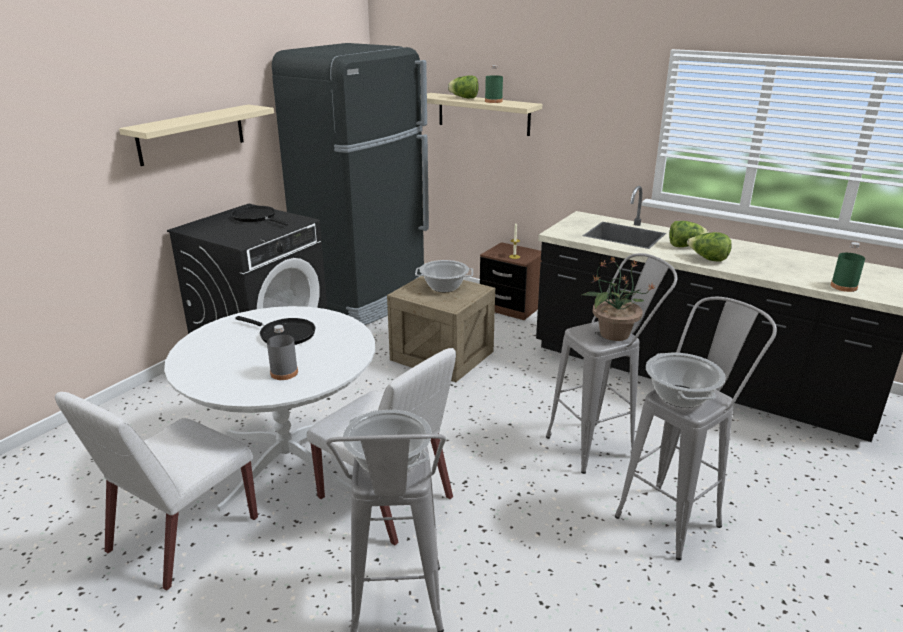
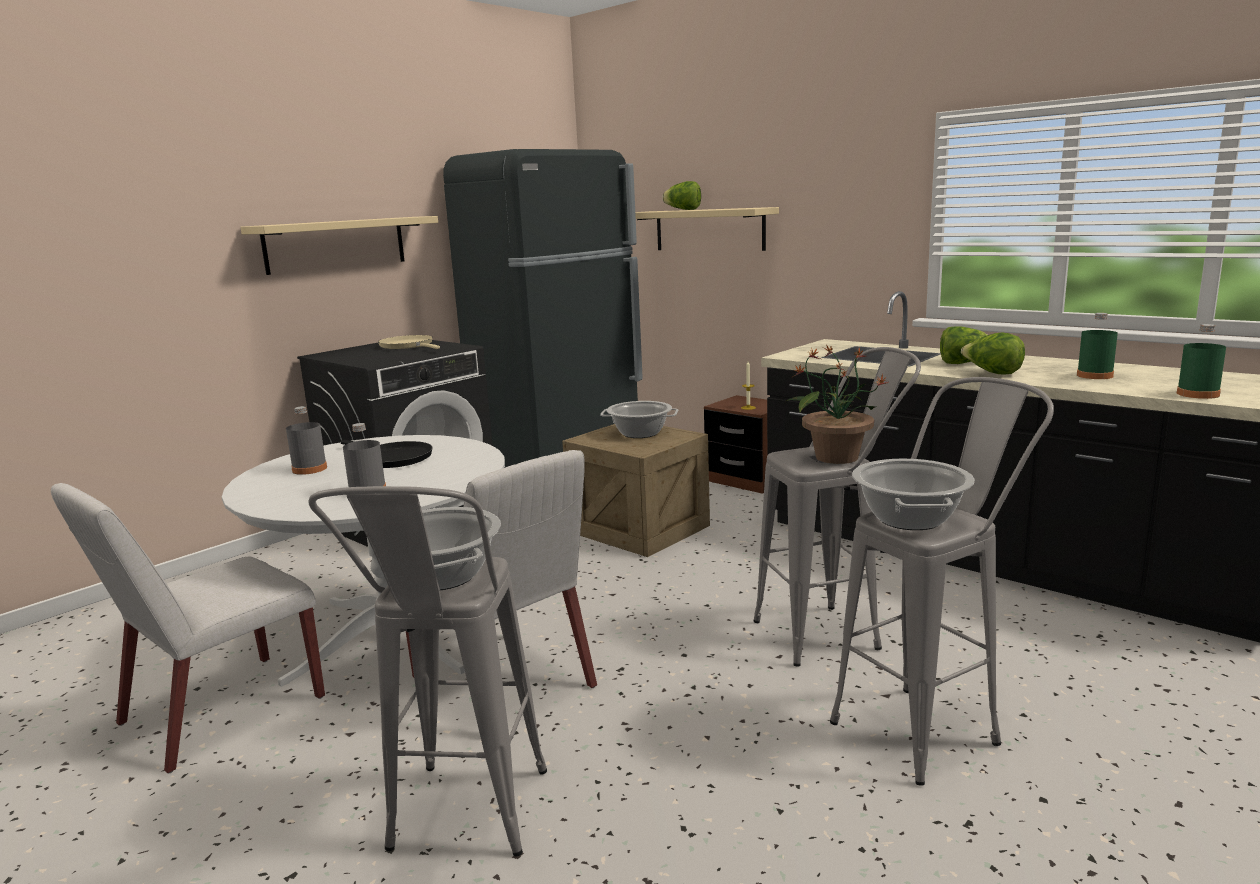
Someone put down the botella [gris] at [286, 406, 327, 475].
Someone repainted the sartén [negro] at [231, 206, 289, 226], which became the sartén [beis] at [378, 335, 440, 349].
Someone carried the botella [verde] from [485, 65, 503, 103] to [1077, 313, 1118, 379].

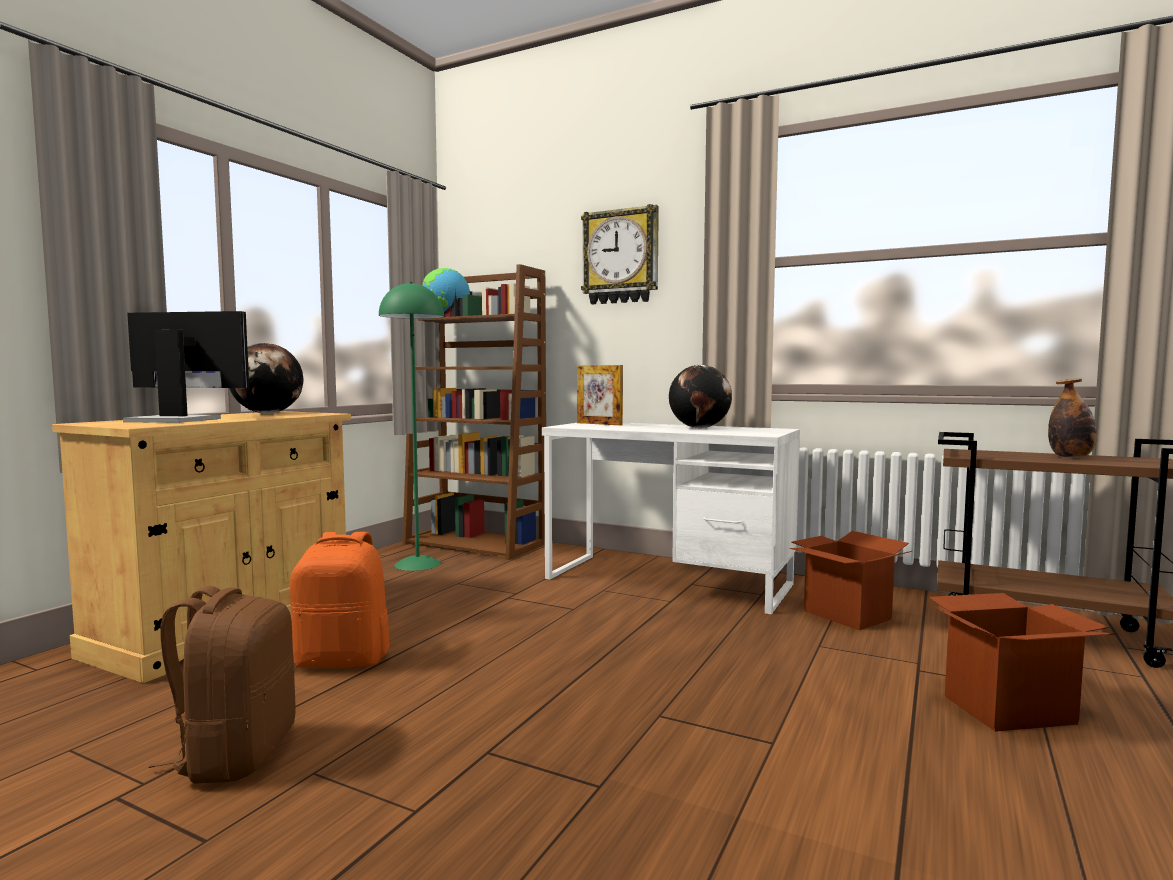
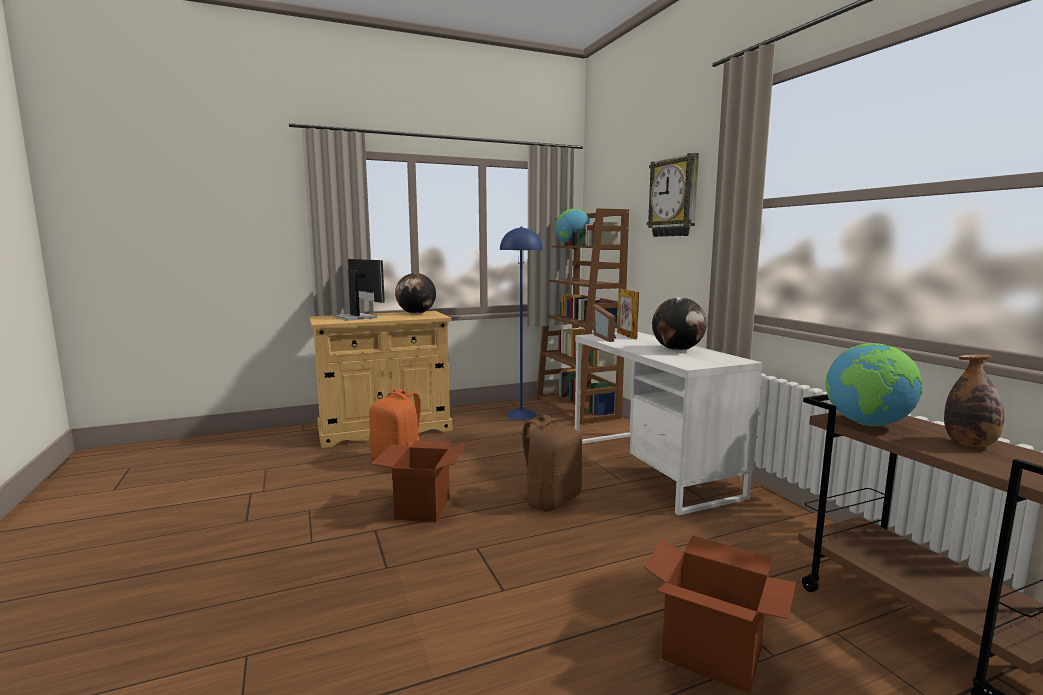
Someone carried the caja de cartón from [790, 531, 912, 630] to [371, 440, 466, 522].
Someone repainted the lámpara de pie [verde] at [379, 282, 444, 571], which became the lámpara de pie [azul] at [500, 226, 543, 420].
Someone carried the mochila [marrón] from [149, 586, 296, 783] to [515, 415, 582, 512].
Someone put down the portarretratos at [593, 305, 616, 342].
Someone put down the globo terráqueo at [825, 343, 923, 426].

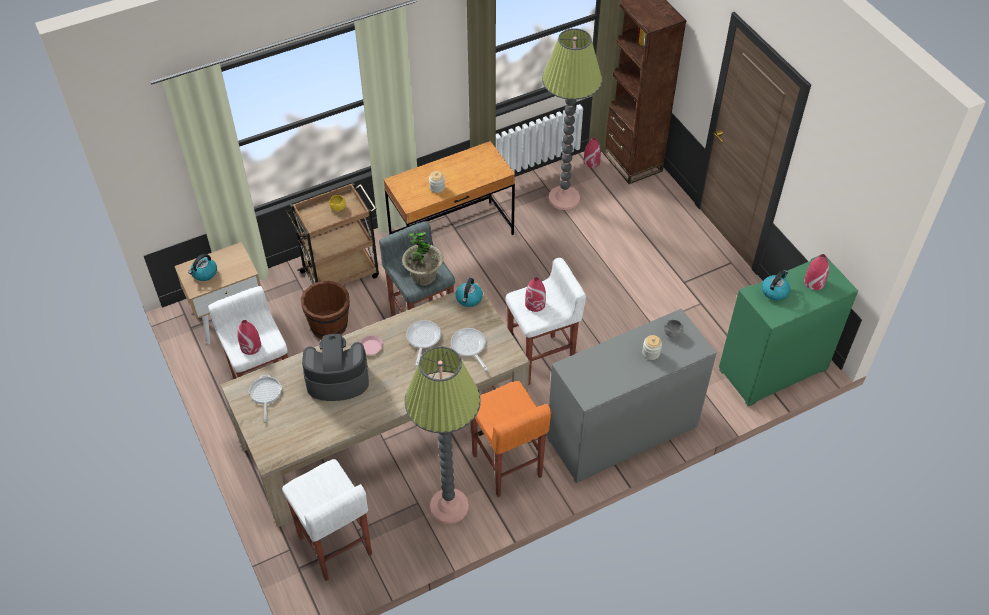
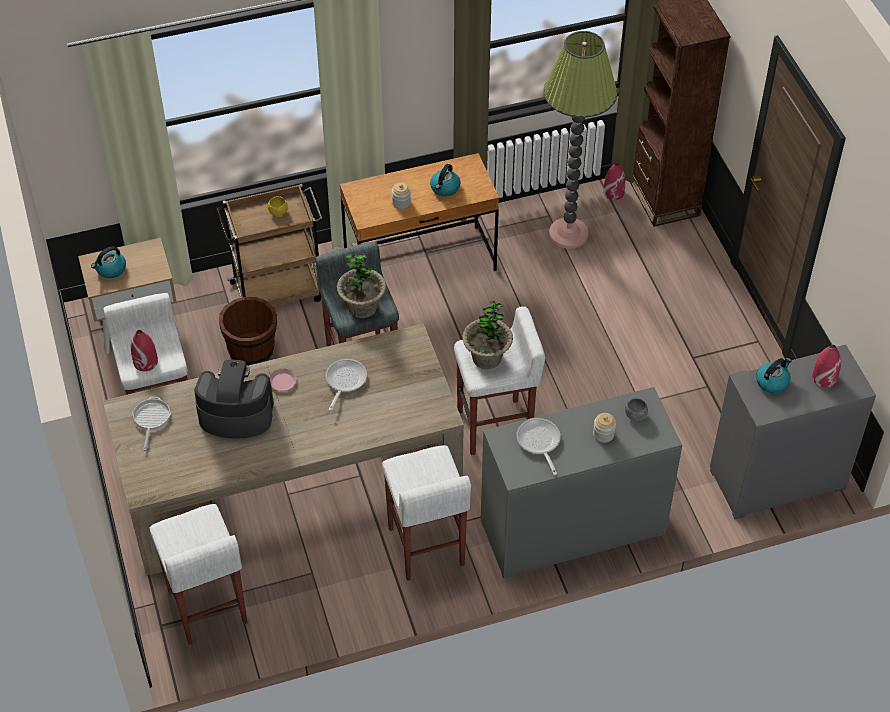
Someone repainted the taburete [naranja] at [471, 381, 551, 497], which became the taburete [blanco] at [382, 445, 471, 581].
Someone carried the hervidor from [456, 278, 483, 307] to [430, 164, 461, 196].
Someone swapped the florero [rojo] at [525, 277, 546, 312] for the planta en maceta at [462, 301, 513, 369].
Someone carried the sartén from [451, 328, 488, 371] to [517, 418, 561, 475].
Someone repainted the armario [verde] at [719, 255, 858, 407], which became the armario [gris] at [710, 345, 876, 519].
Someone took away the lámpara de pie at [405, 346, 481, 524].

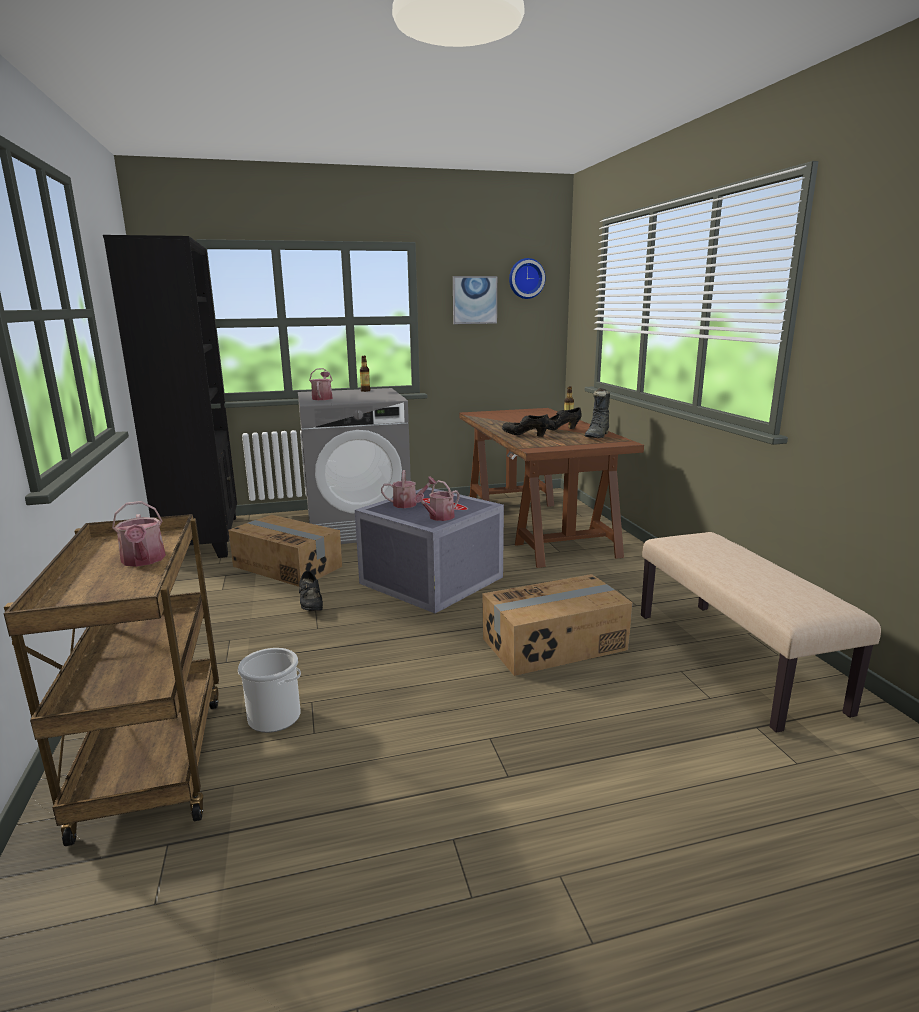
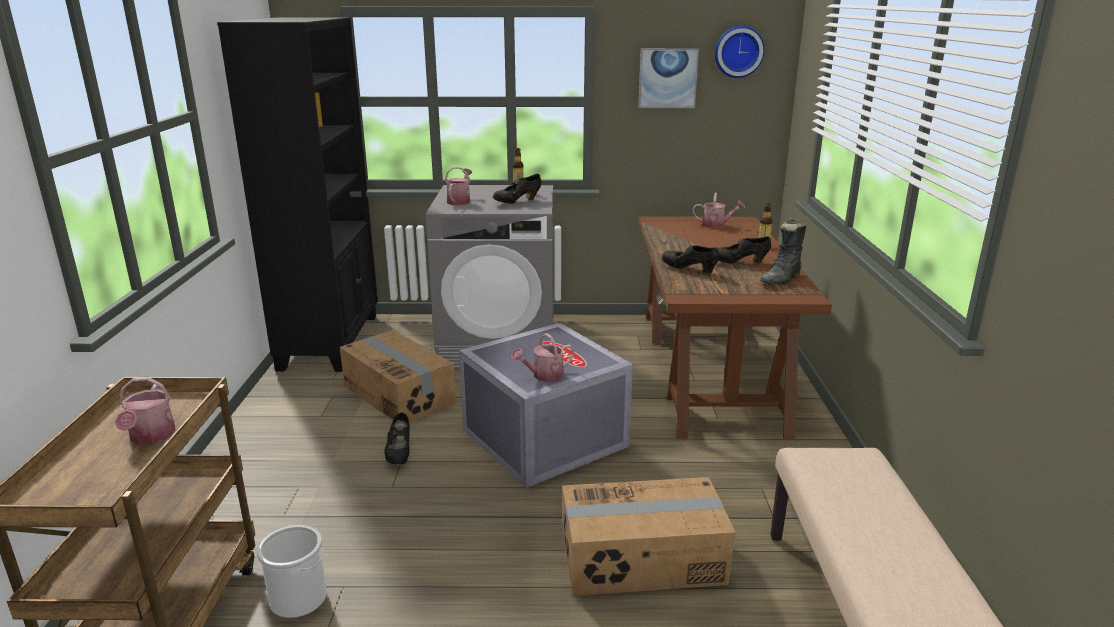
Someone put down the zapato [negro] at [493, 174, 541, 204].
Someone carried the regadera from [381, 470, 436, 508] to [693, 193, 745, 228].

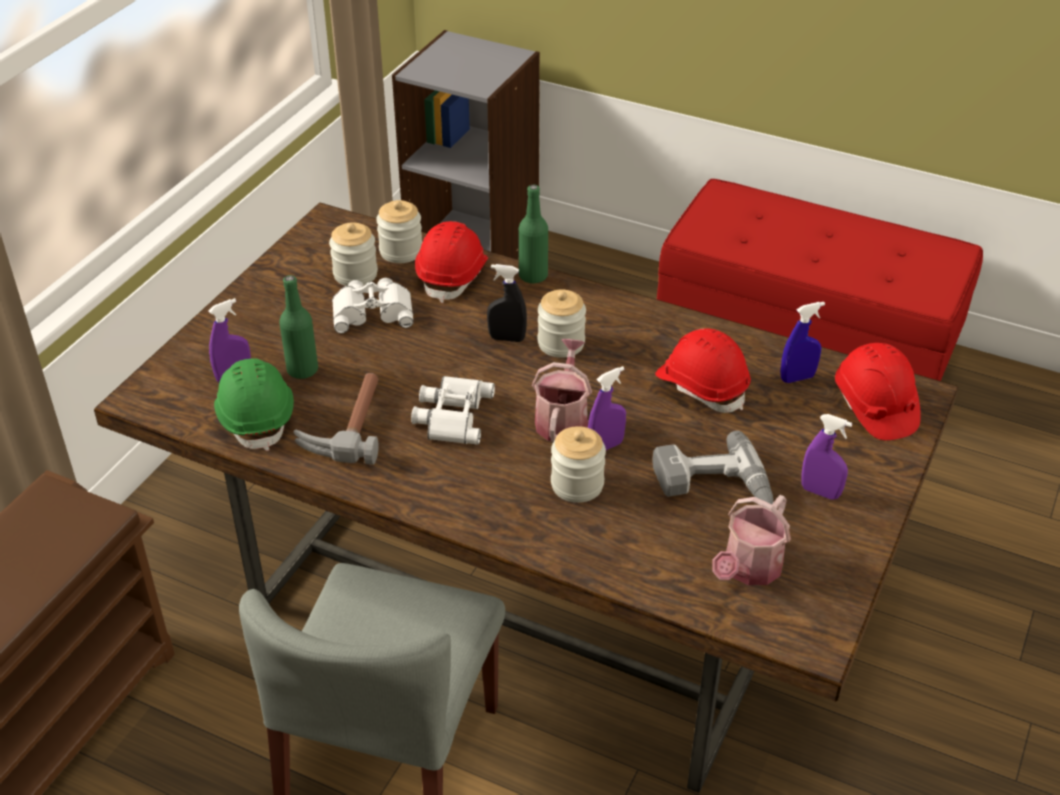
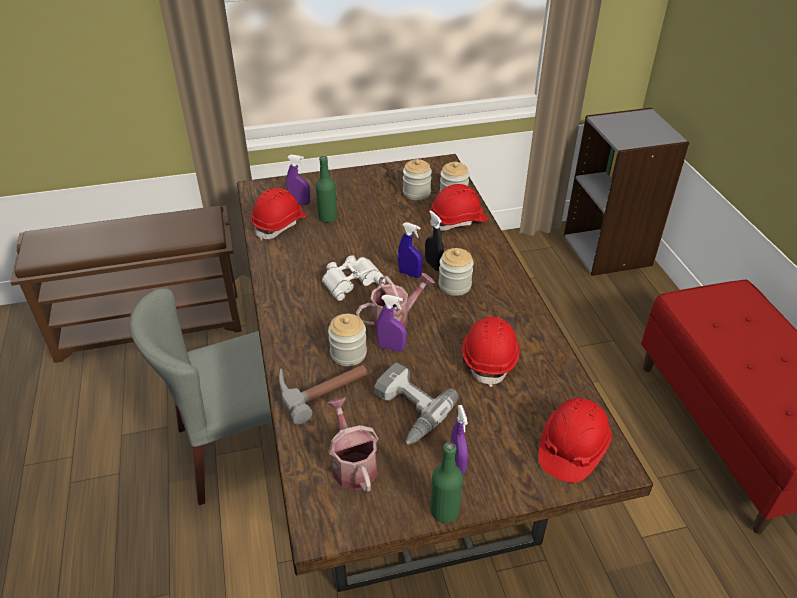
Someone repainted the casco [verde] at [214, 358, 294, 451], which became the casco [rojo] at [251, 188, 308, 241].
Someone carried the martillo from [293, 373, 379, 465] to [279, 365, 367, 425].
Someone rotated the regadera at [712, 495, 791, 585] by 75 degrees clockwise.
Someone carried the pulverizador [azul] from [780, 302, 825, 383] to [398, 222, 423, 278].
Someone carried the botella [verde] from [519, 185, 548, 284] to [430, 442, 463, 523].
Someone took away the prismáticos [blanco] at [332, 278, 414, 333].

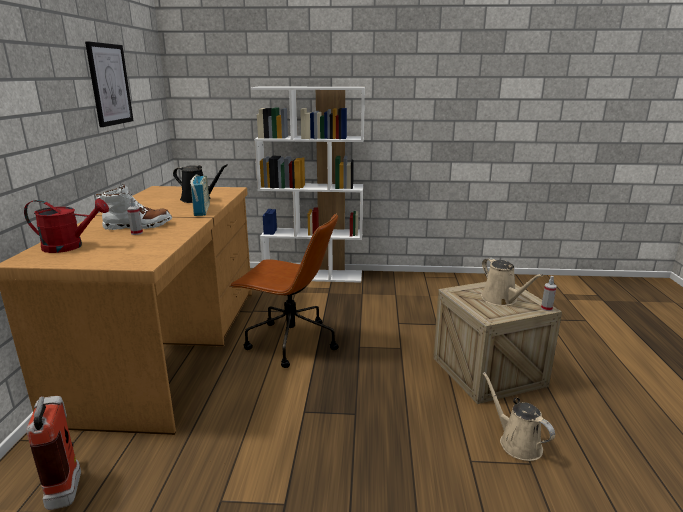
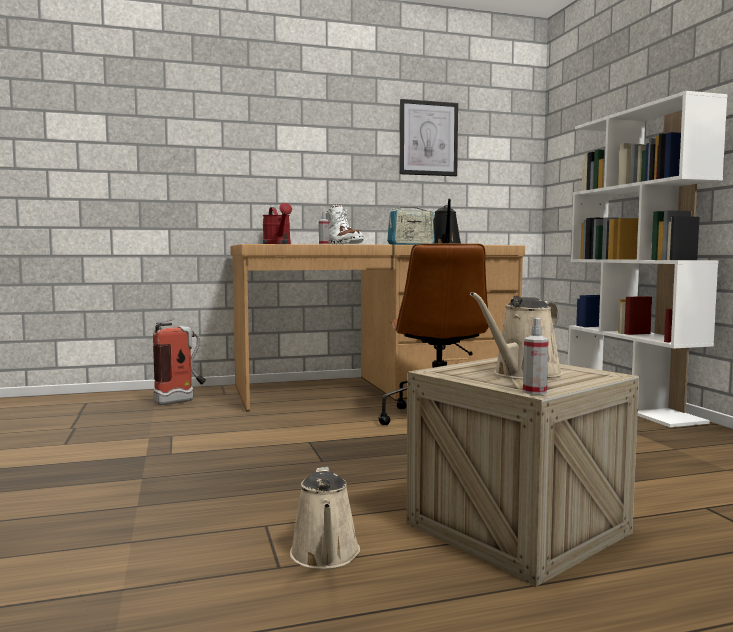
Someone rotated the regadera [beis] at [483, 372, 555, 461] by 135 degrees clockwise.

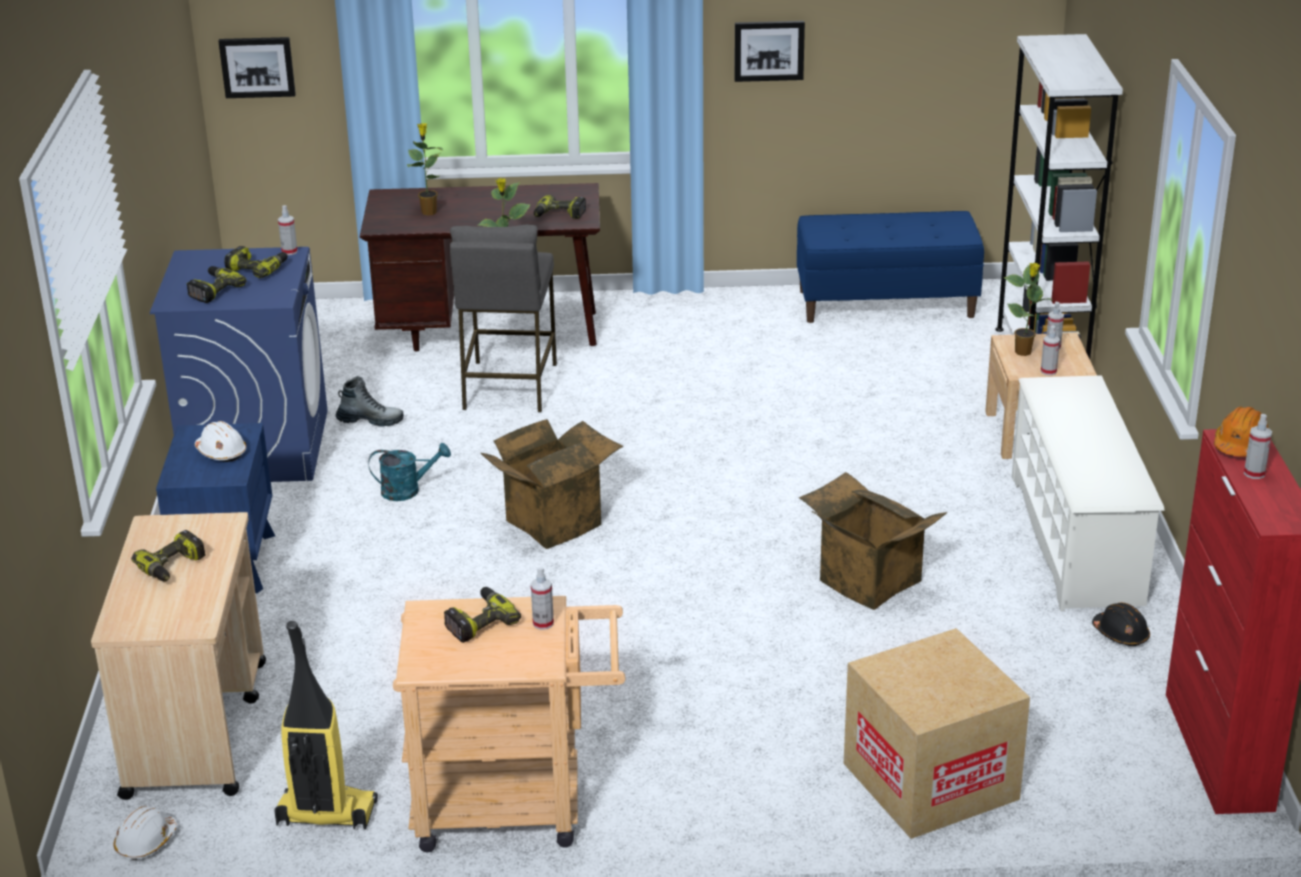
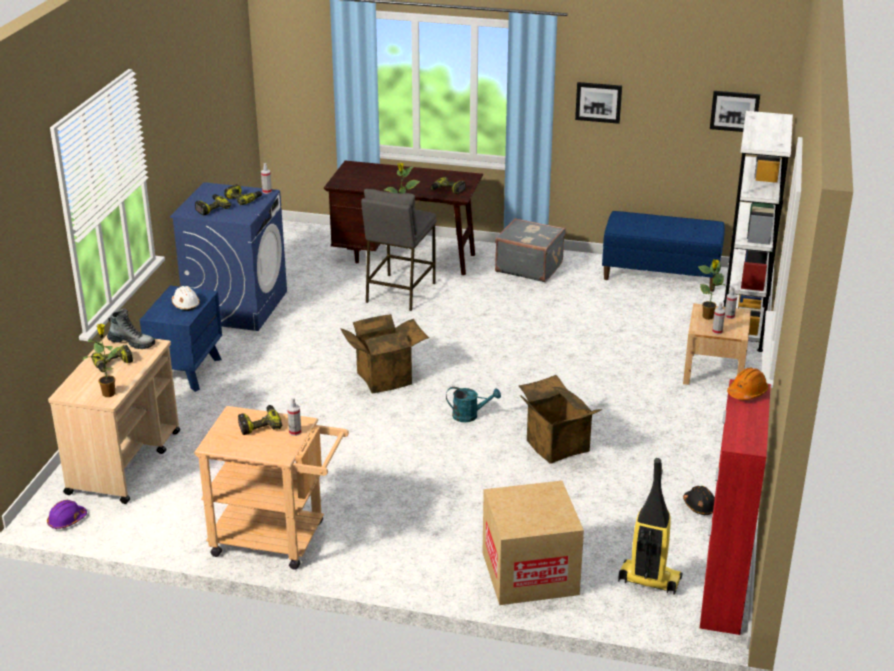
Someone repainted the casco [blanco] at [114, 806, 178, 860], which became the casco [morado] at [47, 500, 87, 529].
Someone carried the planta en maceta from [407, 123, 443, 215] to [83, 324, 124, 397].
Someone carried the bota from [336, 376, 404, 427] to [107, 308, 155, 349].
Someone carried the regadera [turquesa] from [368, 443, 451, 501] to [446, 387, 501, 422].
Someone put down the maleta [gris] at [495, 218, 566, 282].
Someone carried the aspiradora from [274, 621, 378, 830] to [618, 458, 682, 595].
Someone carried the cuadro from [218, 37, 296, 98] to [710, 91, 760, 132].
Someone took away the zapatero [blanco] at [1012, 375, 1164, 611].
Someone took away the pulverizador at [1244, 414, 1272, 479].

